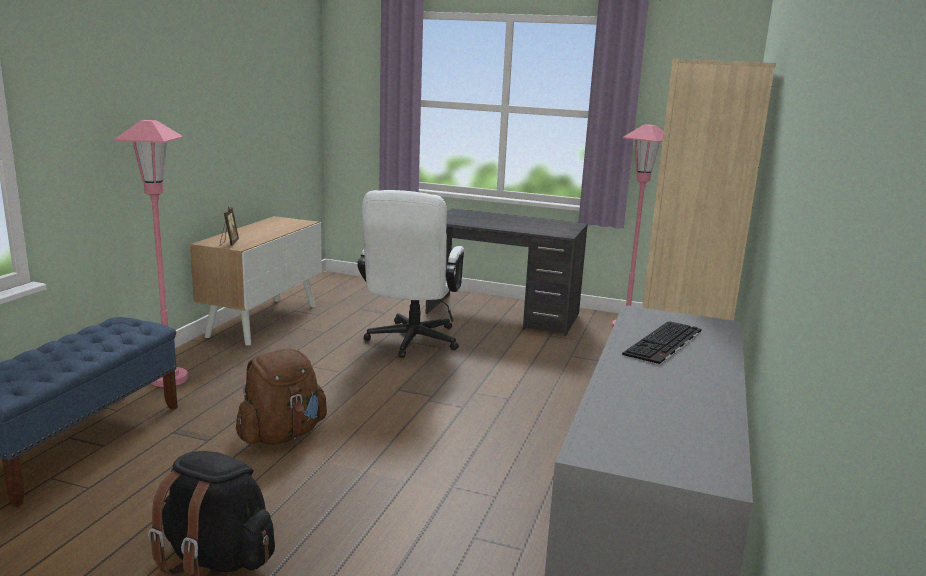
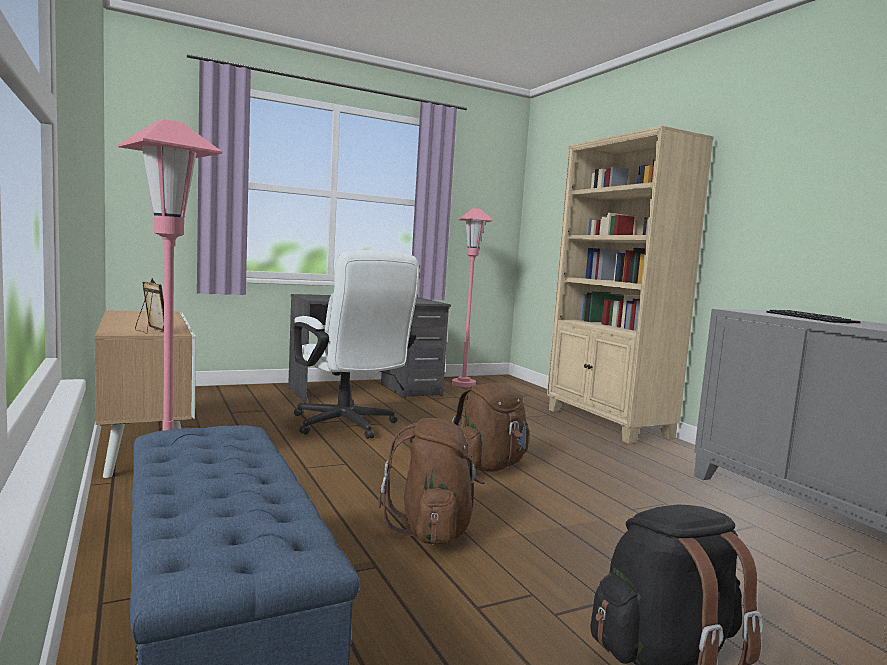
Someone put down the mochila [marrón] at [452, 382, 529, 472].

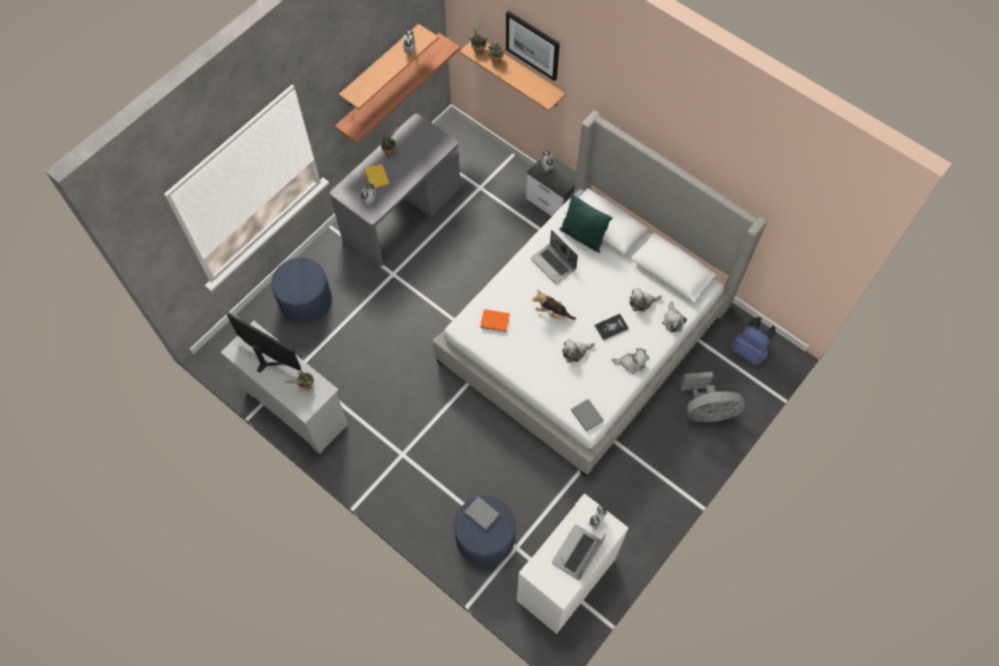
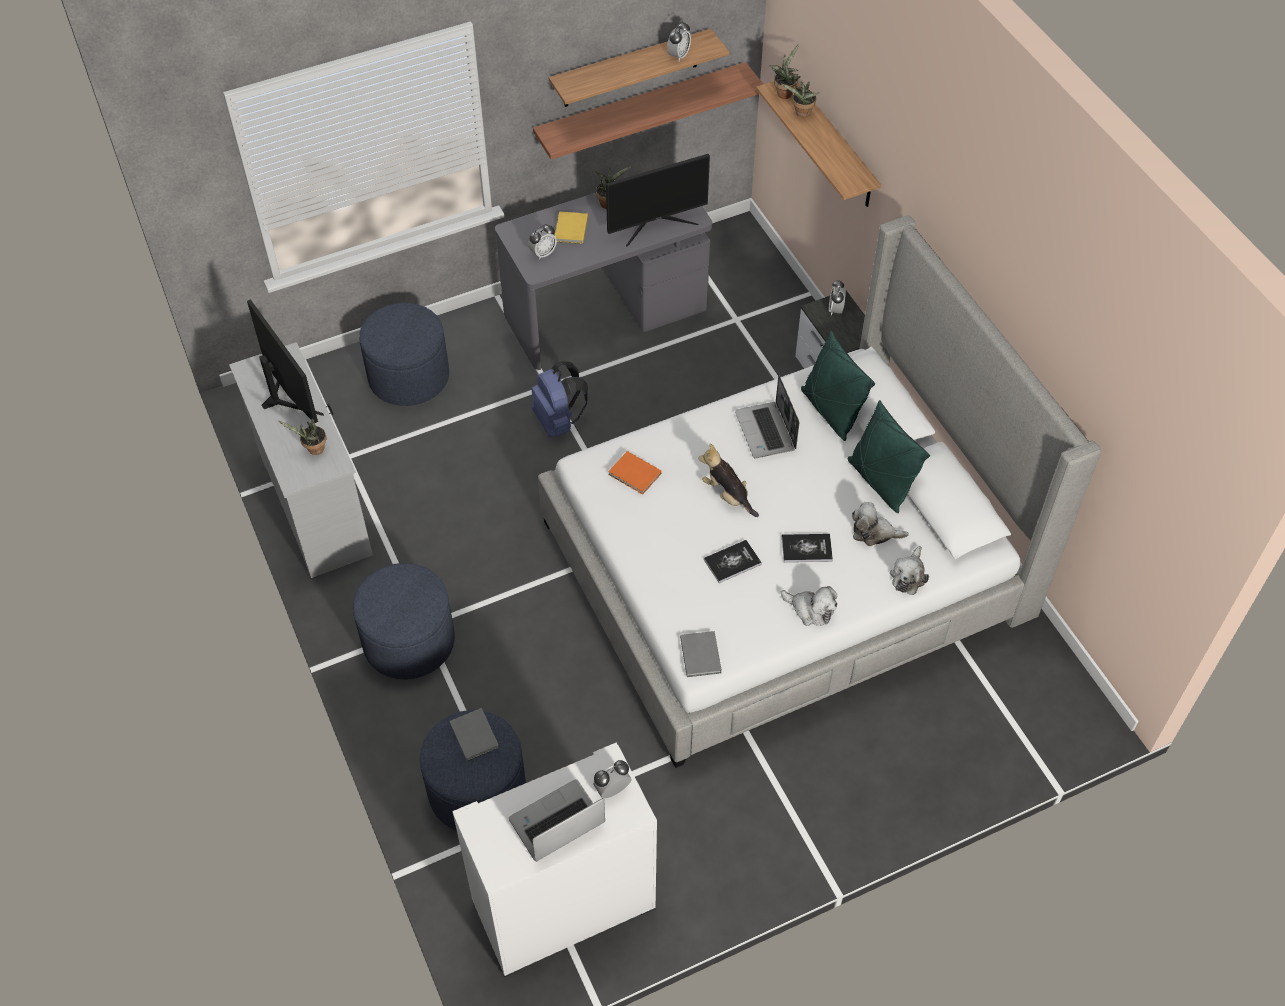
Someone put down the puf [azul] at [353, 563, 455, 680].
Someone carried the mochila [azul] from [732, 317, 775, 365] to [532, 361, 588, 437].
Someone put down the monitor at [606, 154, 710, 246].
Someone swapped the peluche at [562, 339, 595, 362] for the libro at [704, 540, 762, 583].
Someone put down the cojín [verde] at [848, 400, 930, 513].
Someone took away the cuadro at [506, 11, 560, 81].
Someone took away the ventilador [gris] at [680, 372, 745, 423].

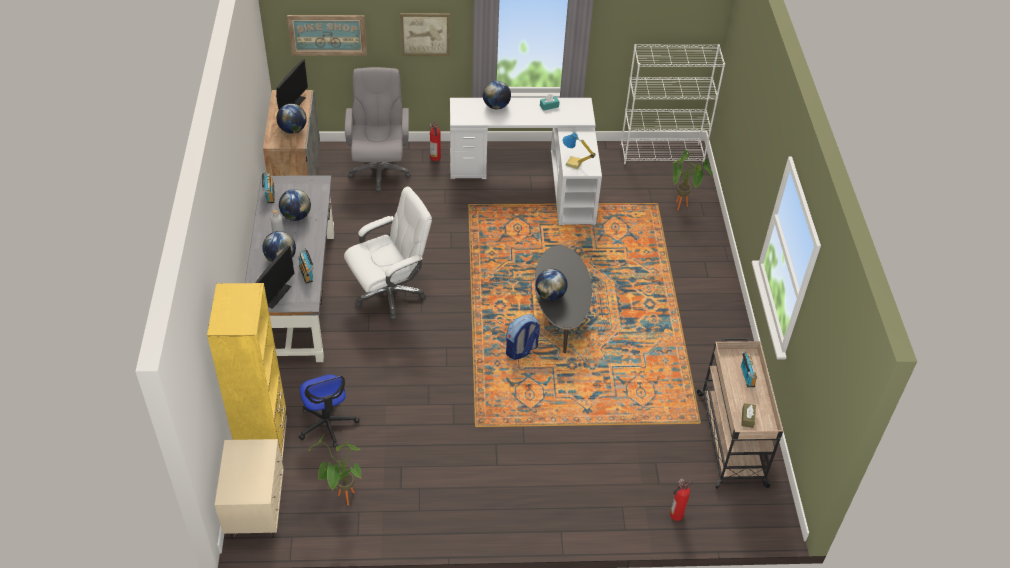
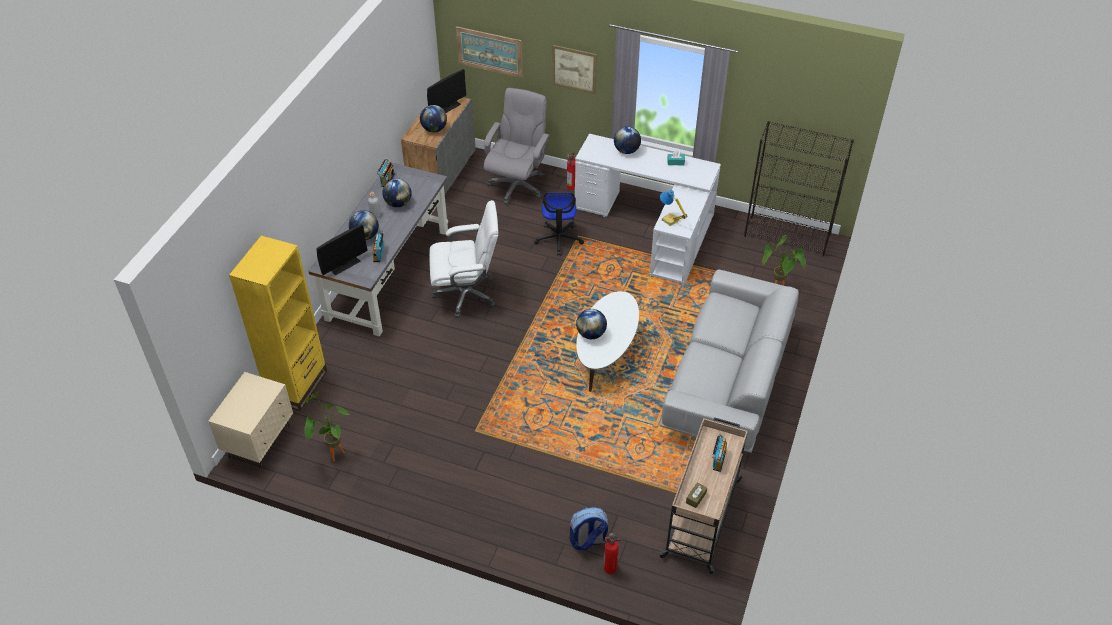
Someone carried the silla de oficina from [299, 374, 360, 448] to [534, 192, 584, 256].
Someone carried the mochila from [506, 314, 540, 360] to [570, 507, 608, 550].
Someone repainted the mesa de centro [negro] at [535, 245, 592, 353], which became the mesa de centro [blanco] at [576, 291, 639, 392].
Someone put down the sofá [gris] at [660, 270, 799, 453].
Someone repainted the estantería [blanco] at [621, 44, 725, 164], which became the estantería [negro] at [744, 121, 854, 256].

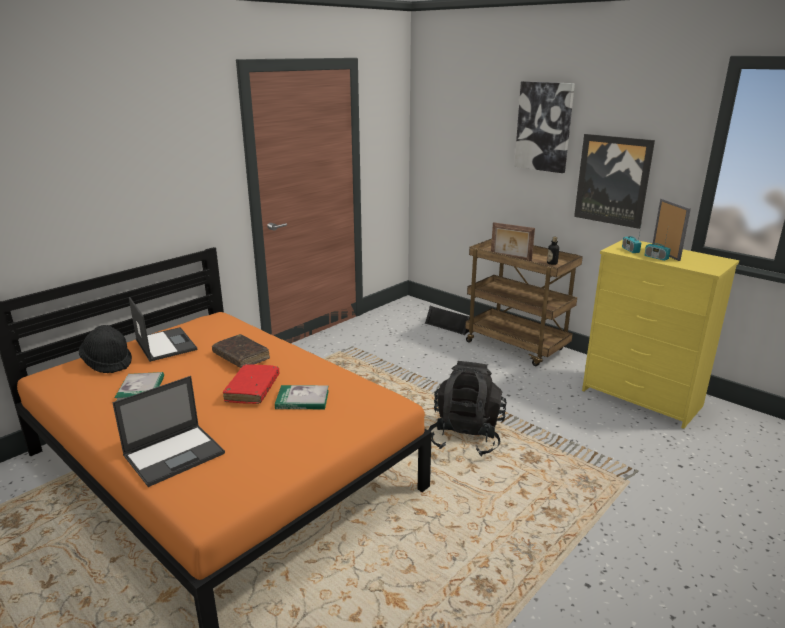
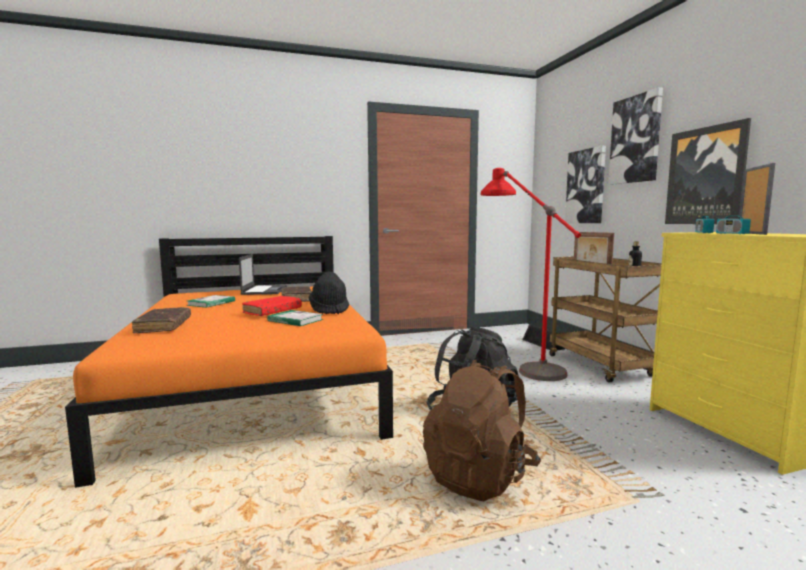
Someone swapped the portátil at [112, 376, 225, 487] for the libro [marrón] at [132, 307, 191, 333].
Someone carried the sombrero [negro] from [79, 325, 132, 373] to [309, 272, 349, 314].
Someone put down the mochila [marrón] at [423, 360, 541, 501].
Someone put down the lámpara de pie [rojo] at [481, 168, 581, 381].
Someone put up the cuadro at [565, 146, 606, 223].

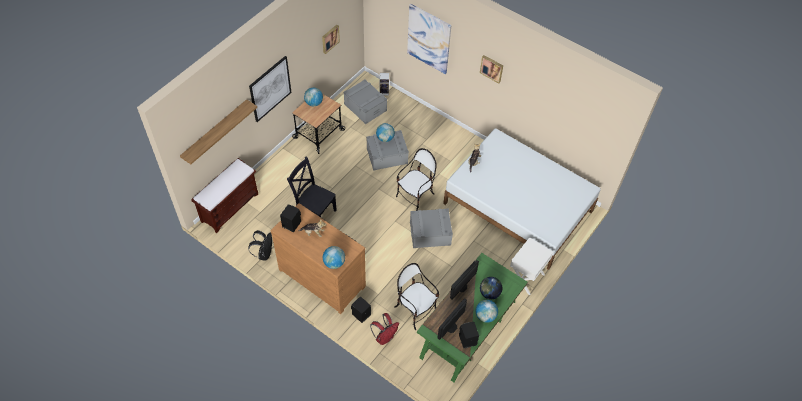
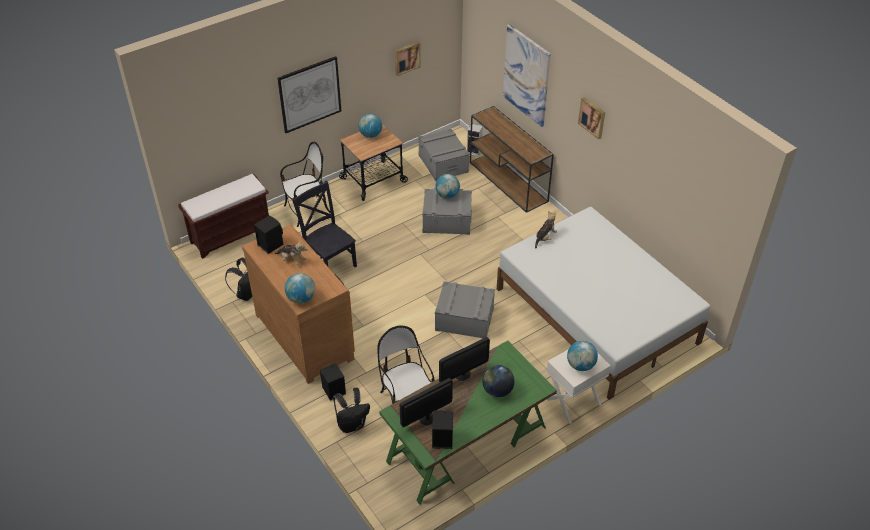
Someone carried the silla from [396, 148, 437, 211] to [280, 142, 330, 227].
Someone repainted the mochila [rojo] at [370, 313, 399, 345], which became the mochila [negro] at [333, 388, 370, 433].
Someone put down the mesa consola [marrón] at [470, 106, 554, 213].
Someone carried the globo terráqueo from [476, 300, 498, 323] to [567, 341, 598, 371].
Someone took away the estante at [180, 99, 257, 164].

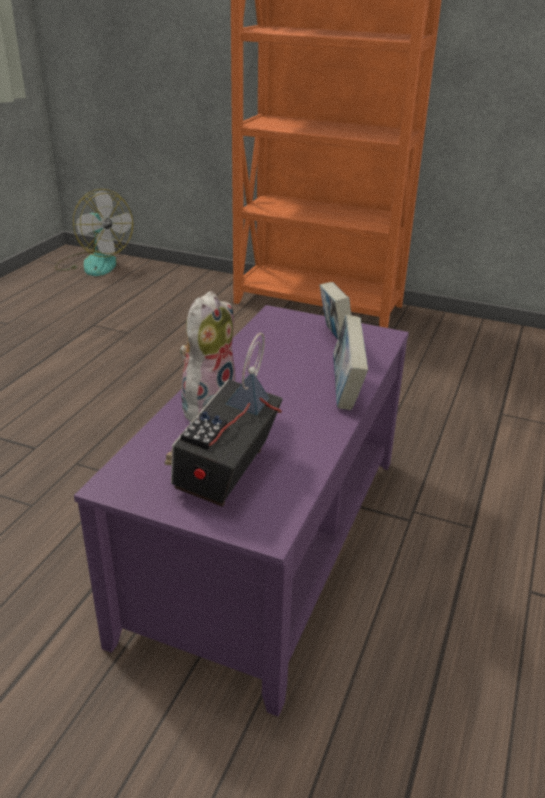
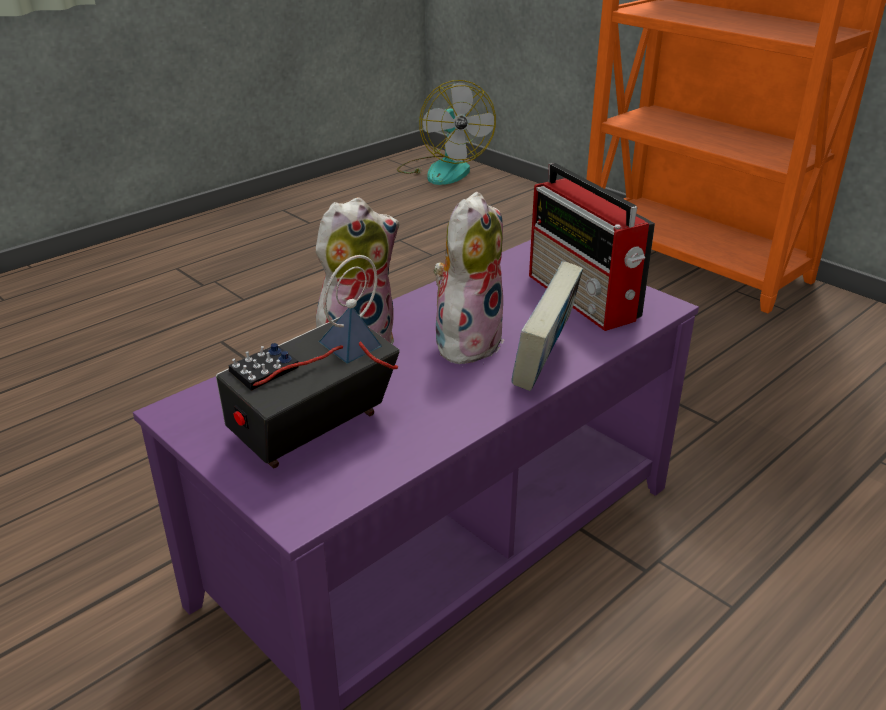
Someone put down the peluche at [433, 192, 504, 364].
Someone swapped the libro at [320, 282, 352, 340] for the radio at [529, 163, 655, 331].

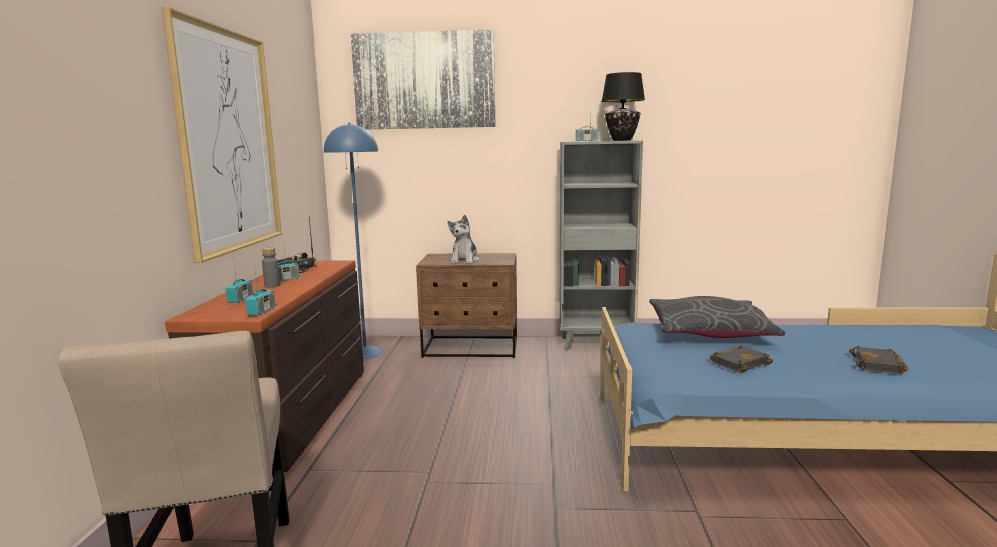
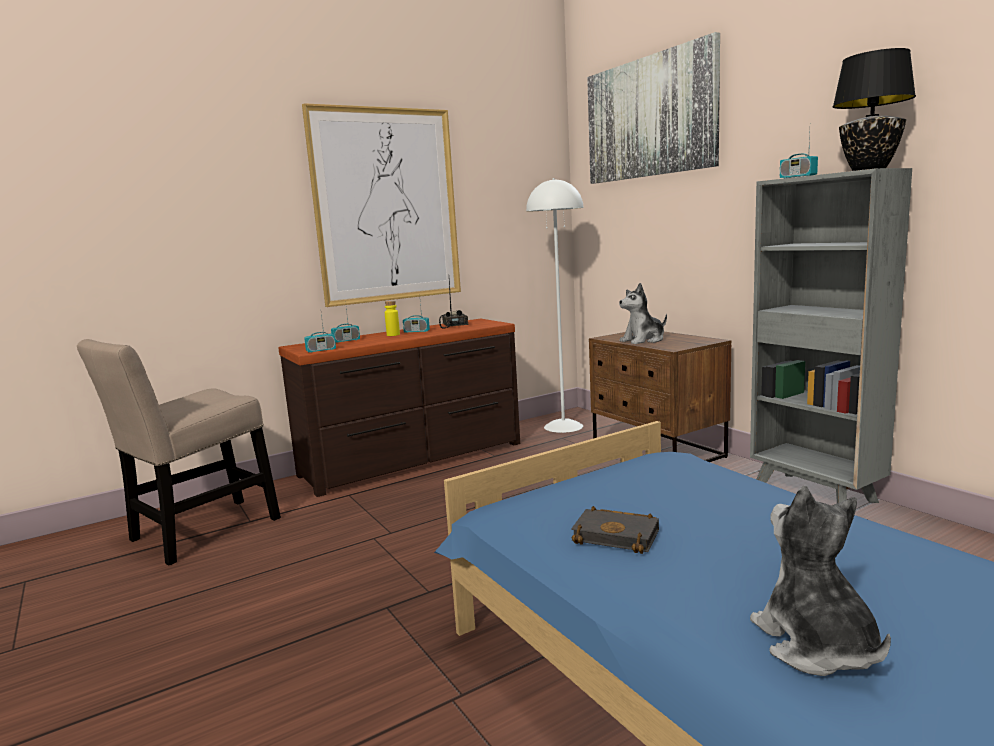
Someone repainted the botella [gris] at [262, 248, 280, 288], which became the botella [amarillo] at [385, 301, 400, 336].
Someone repainted the lámpara de pie [azul] at [324, 123, 384, 359], which became the lámpara de pie [blanco] at [526, 178, 584, 433].
Someone swapped the libro [negro] at [849, 346, 908, 374] for the peluche at [750, 486, 891, 676].
Someone took away the cojín [gris] at [649, 296, 785, 338].

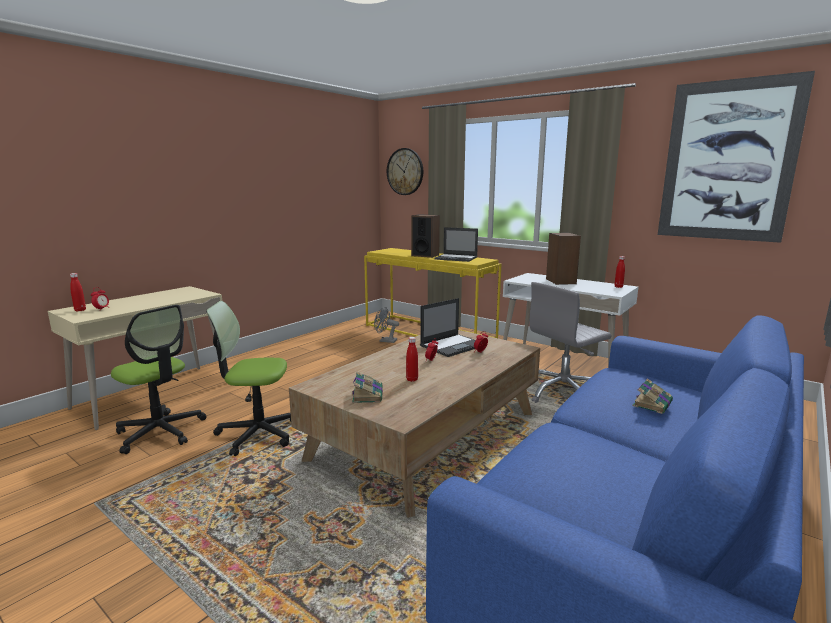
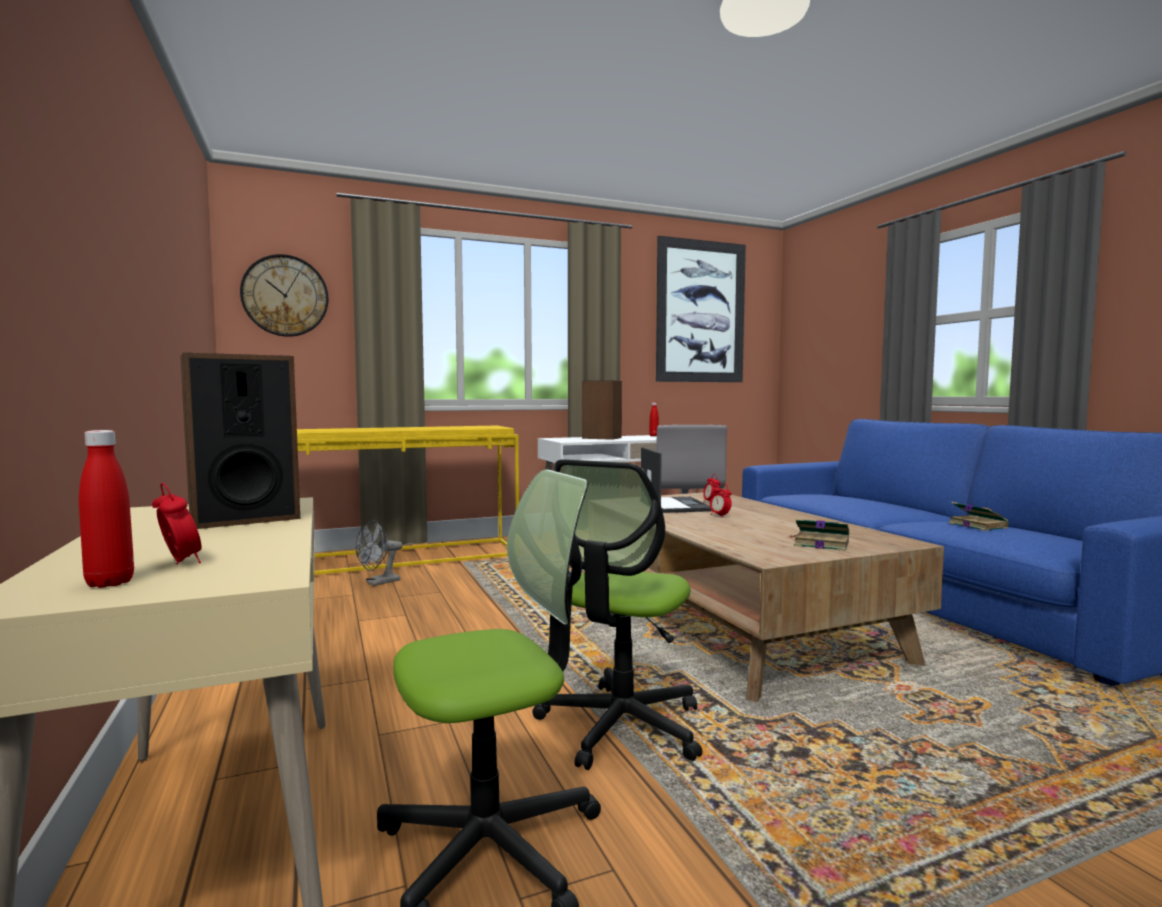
Someone carried the altavoz from [411, 214, 440, 258] to [180, 353, 300, 529].
Someone carried the libro from [632, 378, 673, 414] to [948, 502, 1009, 531].
Someone took away the botella [rojo] at [406, 337, 418, 382].
Someone took away the portátil at [434, 227, 478, 262].

